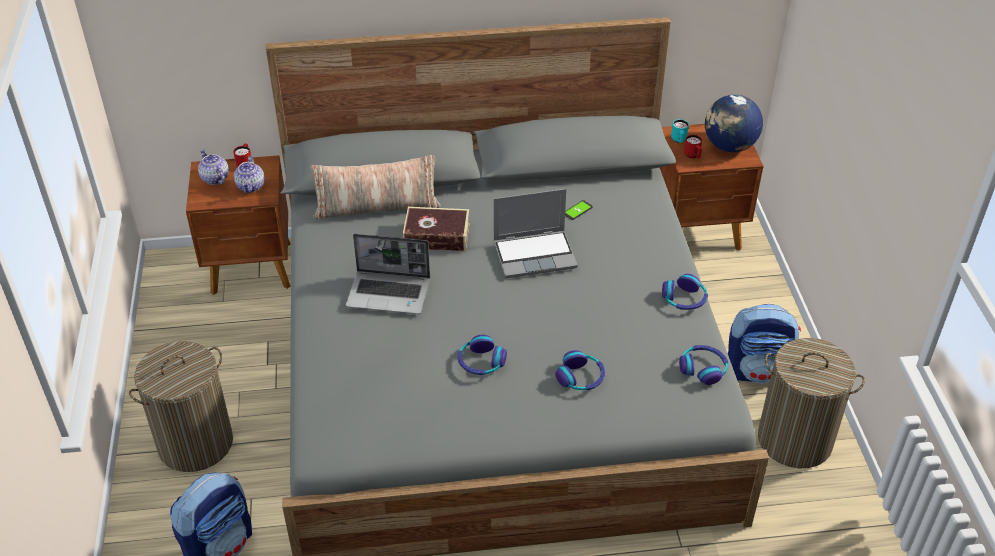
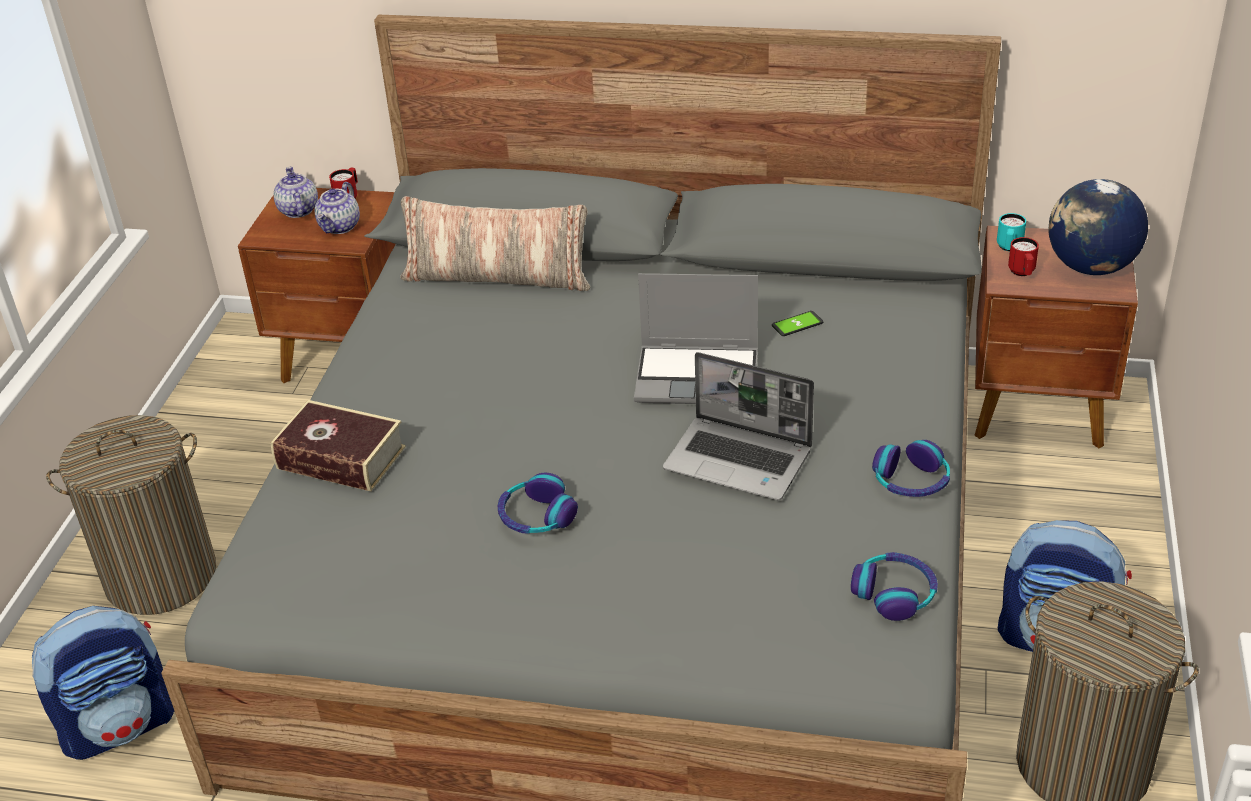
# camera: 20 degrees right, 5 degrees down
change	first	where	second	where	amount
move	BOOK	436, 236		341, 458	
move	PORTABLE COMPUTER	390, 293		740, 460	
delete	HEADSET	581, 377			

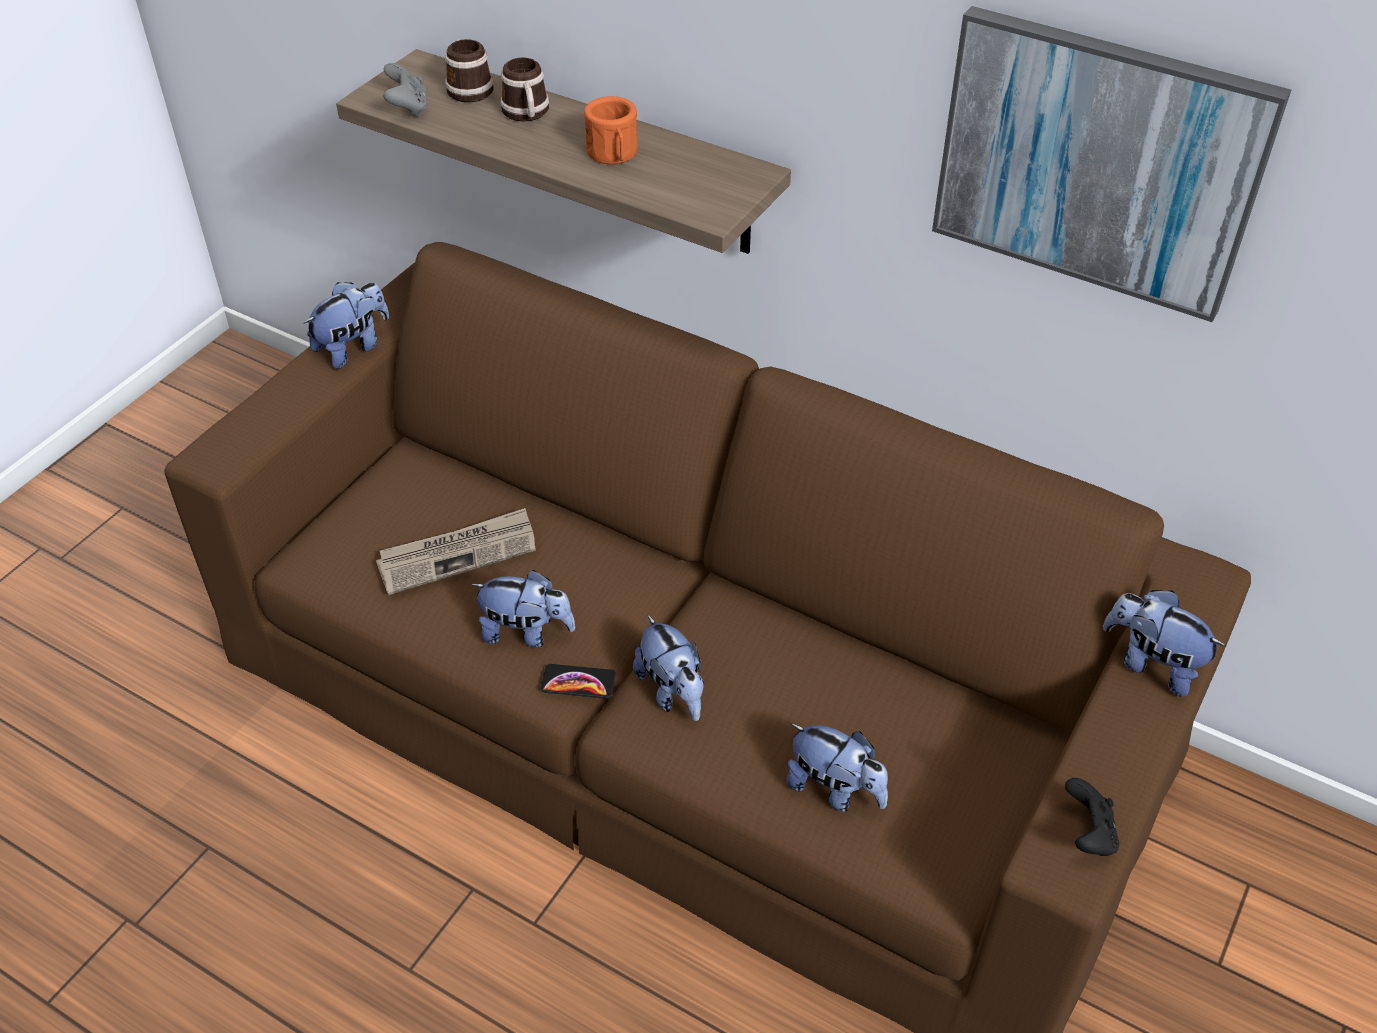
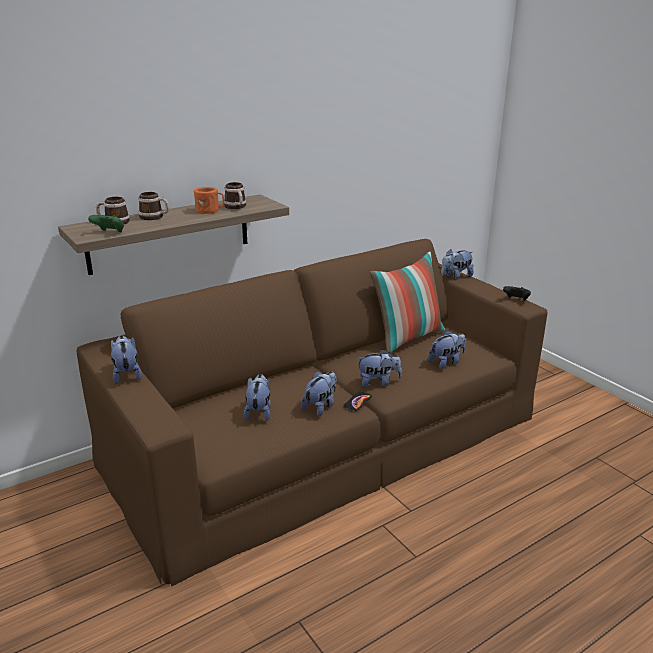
# camera: 65 degrees left, 20 degrees down
change	first	where	second	where	amount
delete	WALL PICTURE	1097, 162			
recolor	GREY GAMEPAD	408, 108	GREEN-COLOURED GAMEPAD	109, 233	
replace	PRINTED PAPER	458, 554	SOFT TOY	259, 412	
insert			MUG	236, 207	
insert			THROW PILLOW	407, 338	

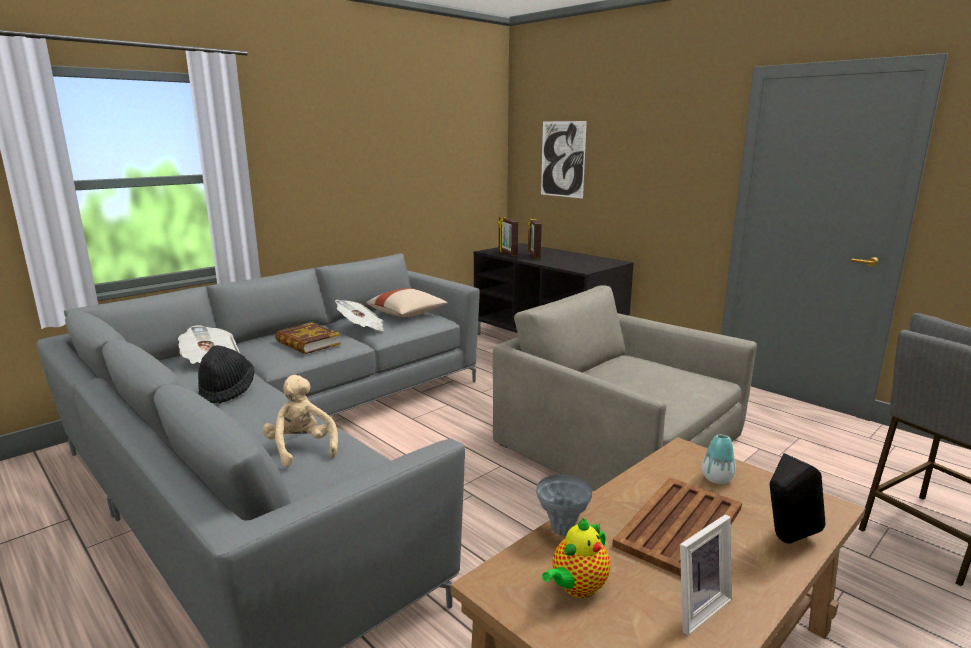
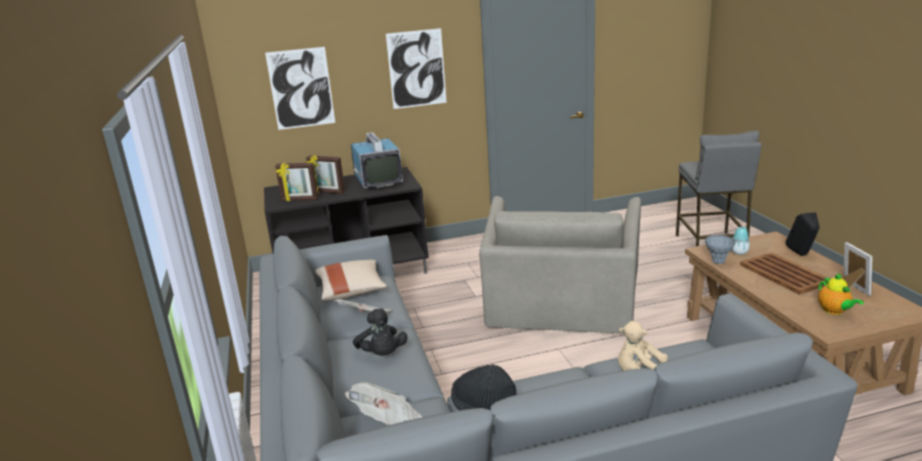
# camera: 60 degrees left, 5 degrees up
change	first	where	second	where	amount
rotate	GREY EASY CHAIR	617, 444		561, 296	60 degrees counterclockwise
replace	BOOK	307, 343	BLACK SOFT TOY	382, 354	
move	GREY DECORATIVE VASE	562, 529		718, 262	
insert			WALL PICTURE	416, 69	
insert			TELEVISION	378, 180	

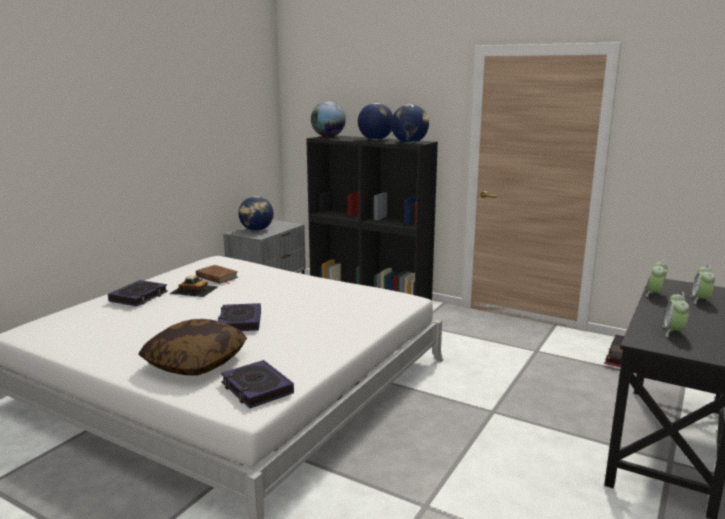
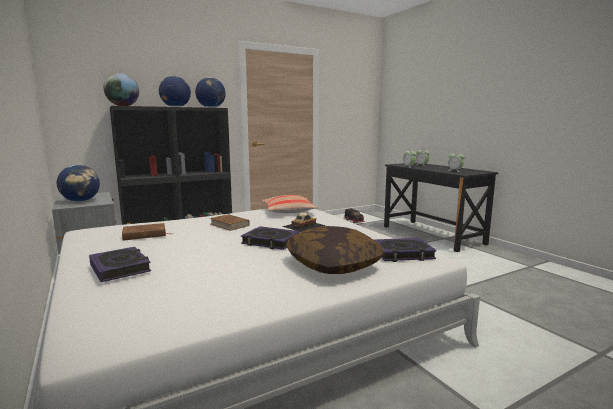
# camera: 60 degrees left, 5 degrees down
change	first	where	second	where	amount
move	MINIATURE CAR	194, 289		303, 226	
insert			THROW PILLOW	288, 211	
insert			BROWNISH BOOK	229, 225	

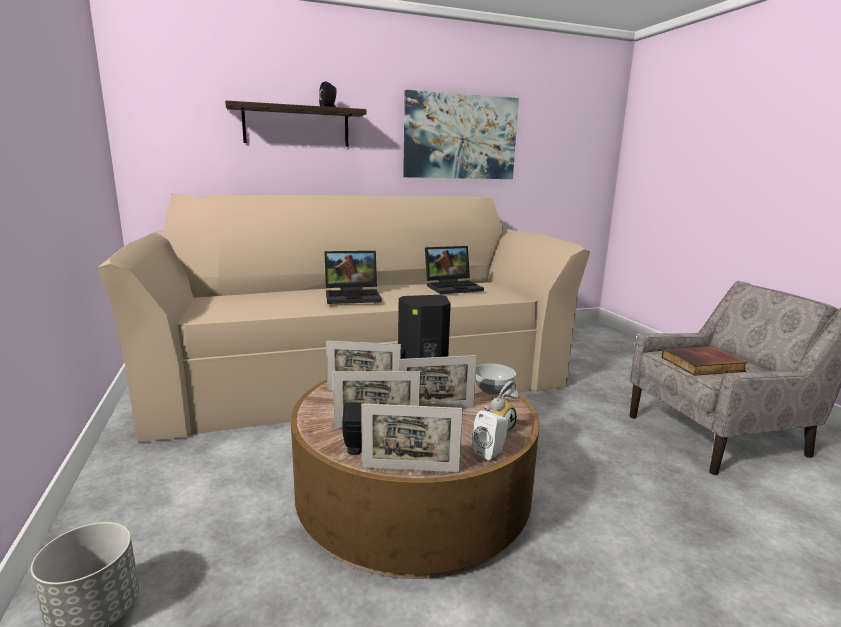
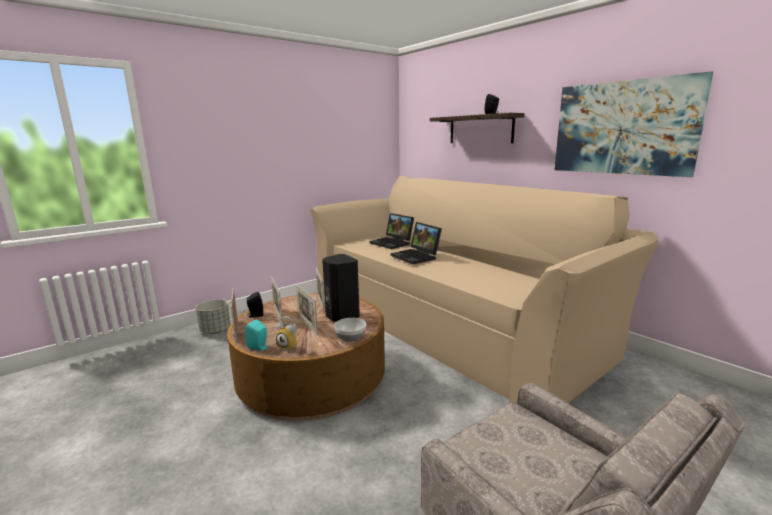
# camera: 70 degrees right, 0 degrees up
change	first	where	second	where	amount
move	PORTABLE COMPUTER	453, 287		393, 243	
delete	BOOK	702, 365			
recolor	WHITE-COLOURED LOUDSPEAKER	491, 452	BLUE-GREEN LOUDSPEAKER	259, 347	

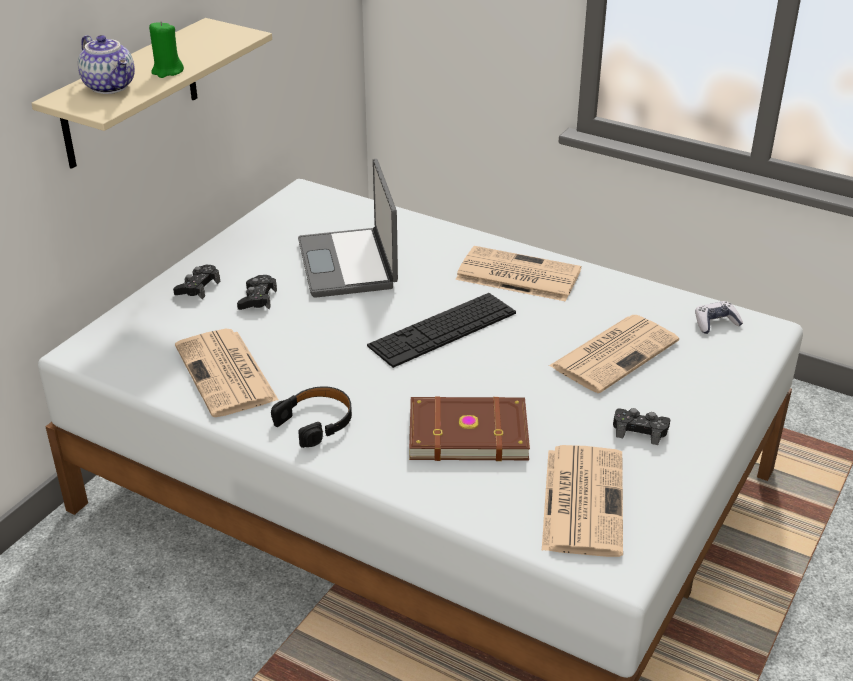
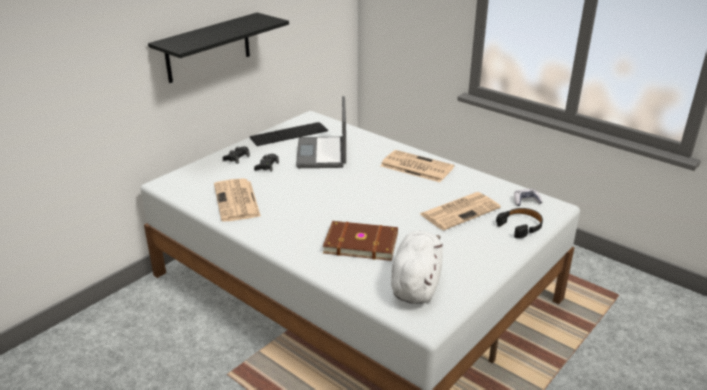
# camera: 10 degrees right, 5 degrees down
change	first	where	second	where	amount
recolor	BEIGE-COLOURED WALL SHELF	130, 94	BLACK WALL SHELF	208, 48	
delete	GREEN-COLOURED CANDLE	167, 71			
delete	TEA POT	111, 86			
move	PC KEYBOARD	443, 329		289, 134	
move	BLACK HEADSET	316, 422		521, 226	
delete	BLACK GAMEPAD	640, 430			
replace	PRINTED PAPER	582, 499	WHITE-COLOURED SOFT TOY	416, 284	

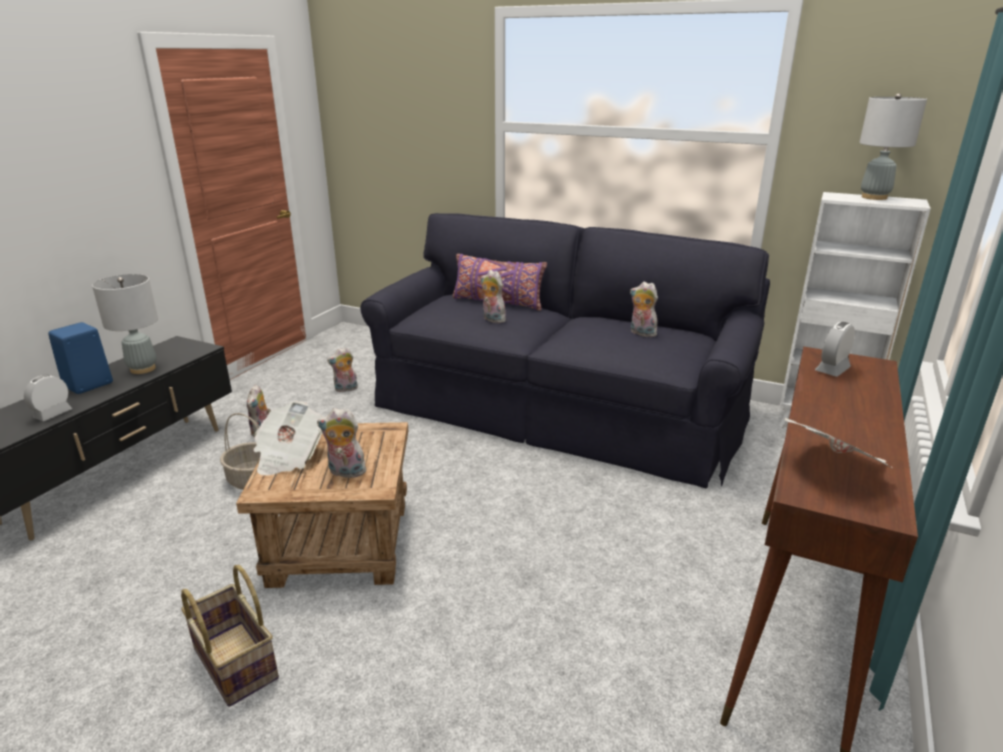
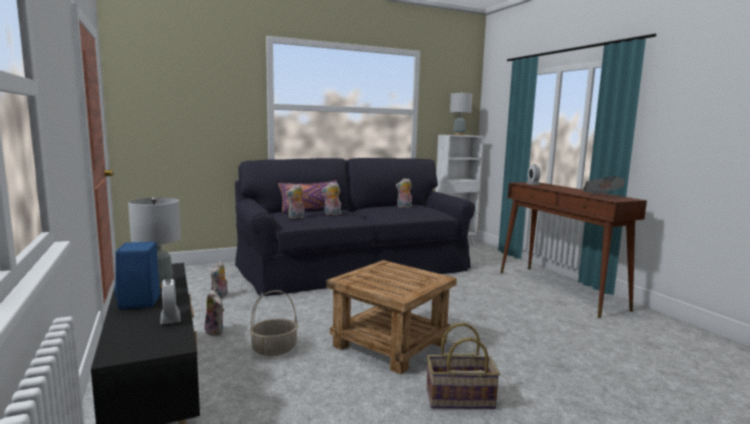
# camera: 50 degrees left, 15 degrees down
change	first	where	second	where	amount
delete	PRINTED PAPER	289, 456			
move	SOFT TOY	345, 472		296, 218	

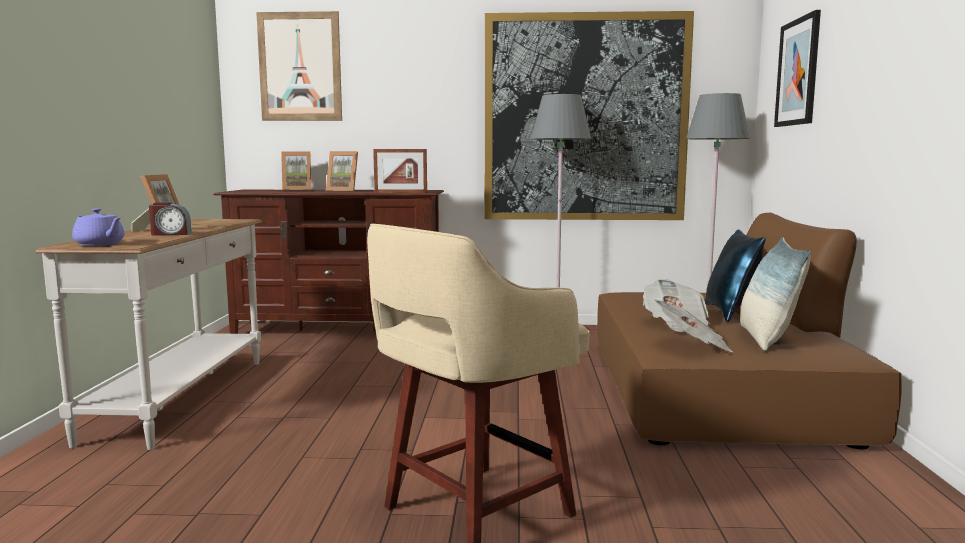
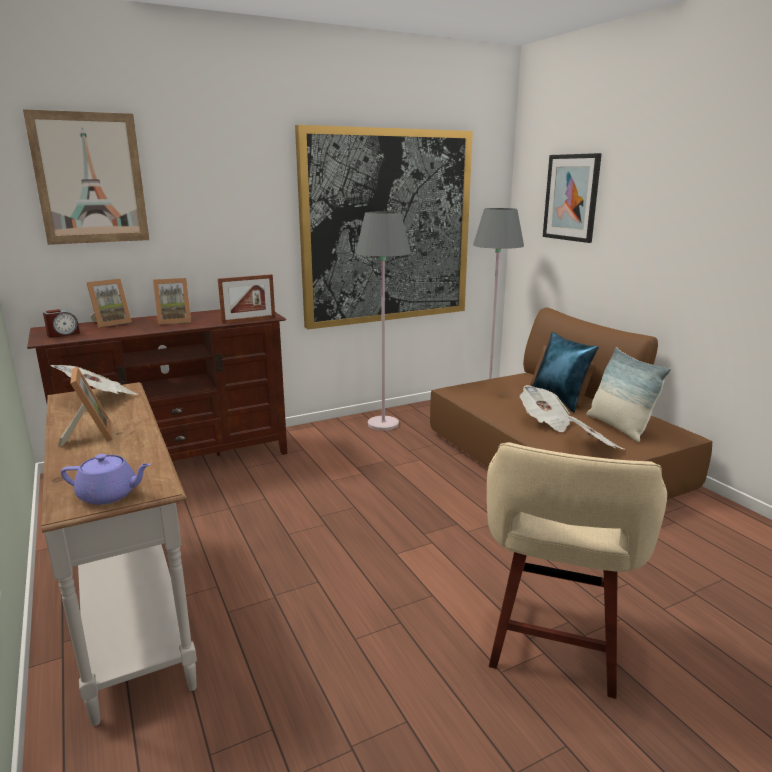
# camera: 30 degrees left, 10 degrees up
change	first	where	second	where	amount
move	ALARM CLOCK	171, 234		63, 334	
insert			PRINTED PAPER	99, 398	

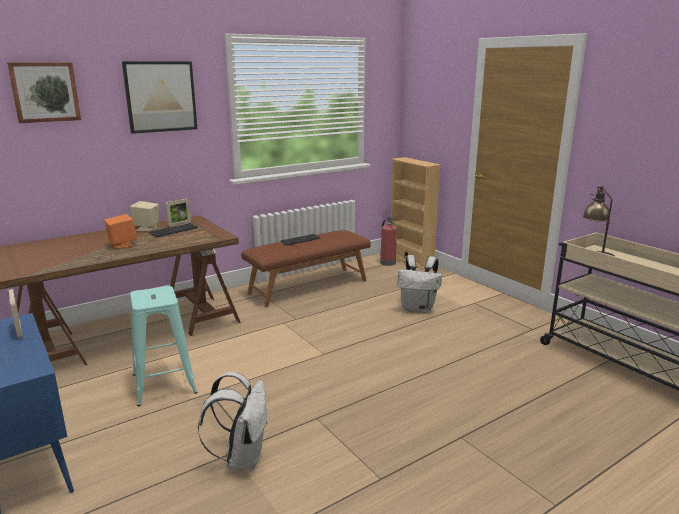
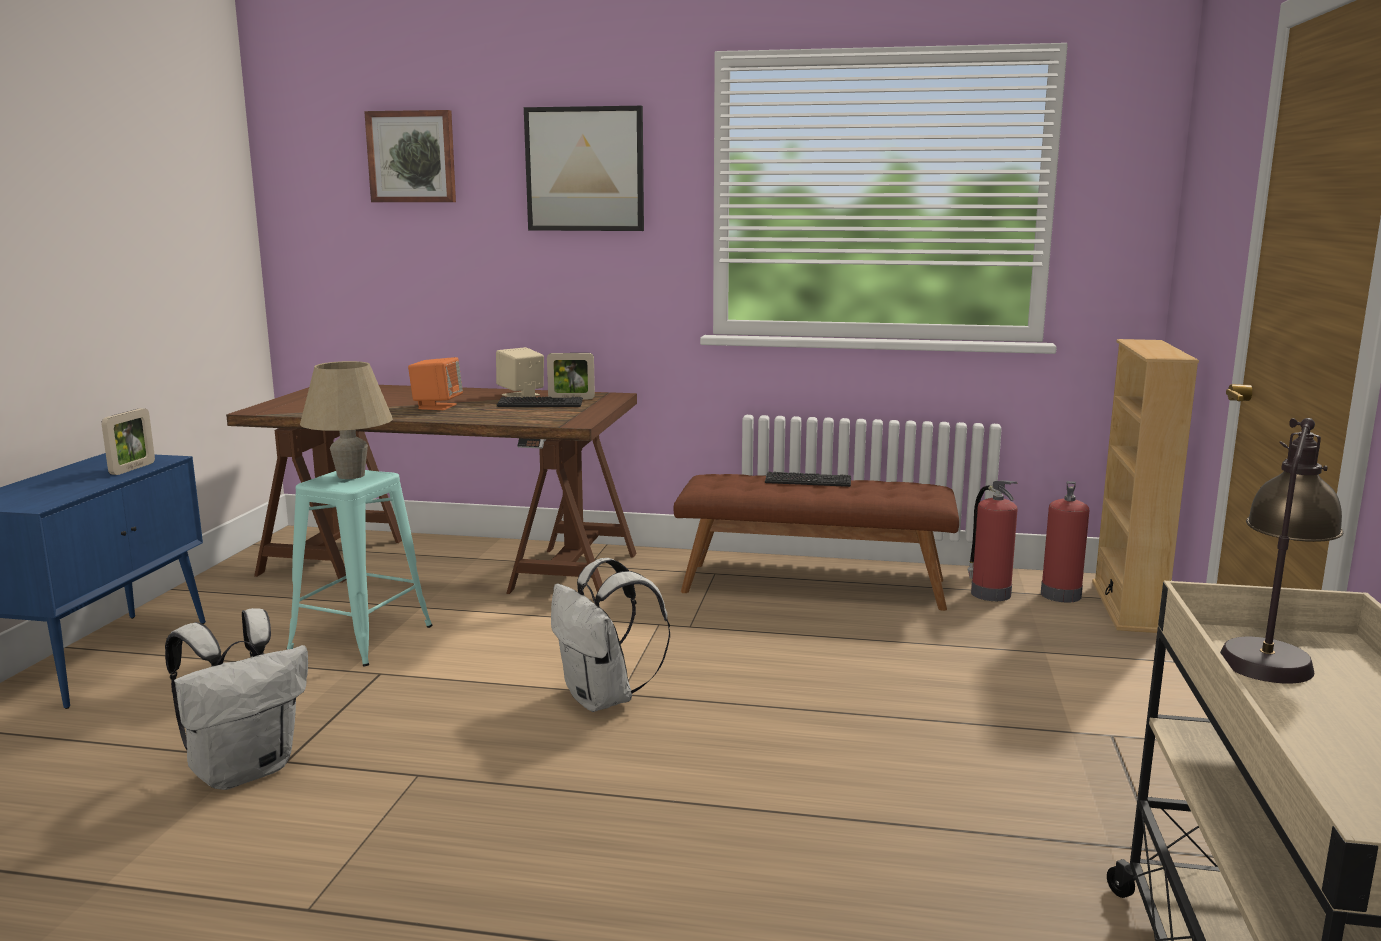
# camera: 45 degrees right, 5 degrees down
change	first	where	second	where	amount
move	WHITE-COLOURED BACKPACK	418, 308		604, 699	
insert			BEIGE-COLOURED TABLE LAMP	351, 475	
insert			FIRE-FIGHTING CYLINDER	989, 593	

